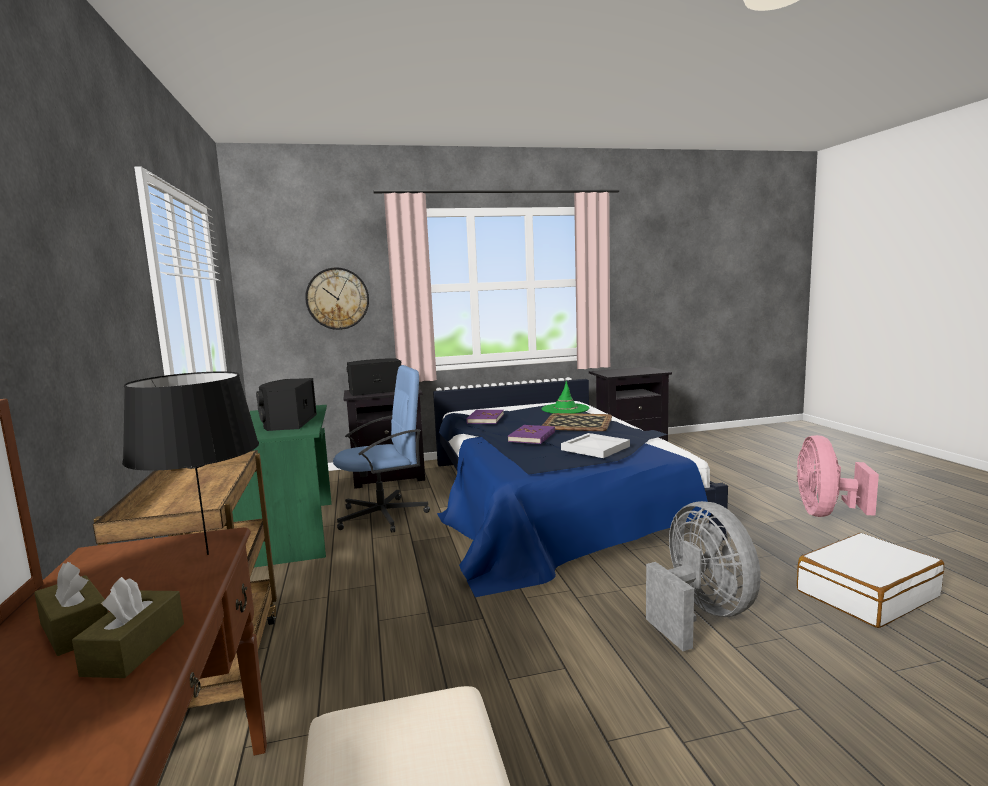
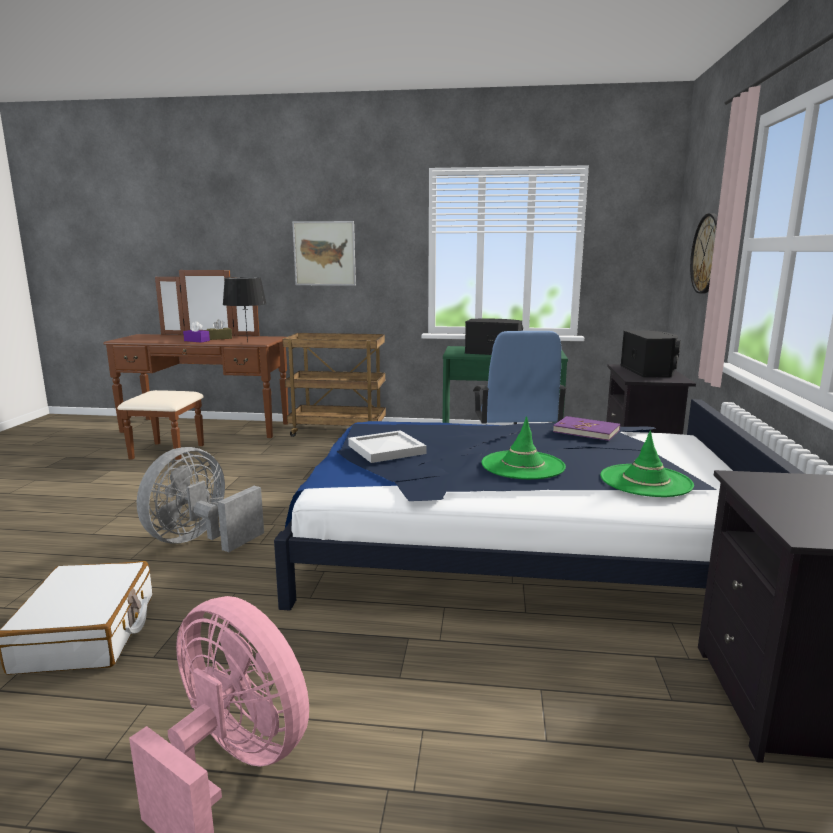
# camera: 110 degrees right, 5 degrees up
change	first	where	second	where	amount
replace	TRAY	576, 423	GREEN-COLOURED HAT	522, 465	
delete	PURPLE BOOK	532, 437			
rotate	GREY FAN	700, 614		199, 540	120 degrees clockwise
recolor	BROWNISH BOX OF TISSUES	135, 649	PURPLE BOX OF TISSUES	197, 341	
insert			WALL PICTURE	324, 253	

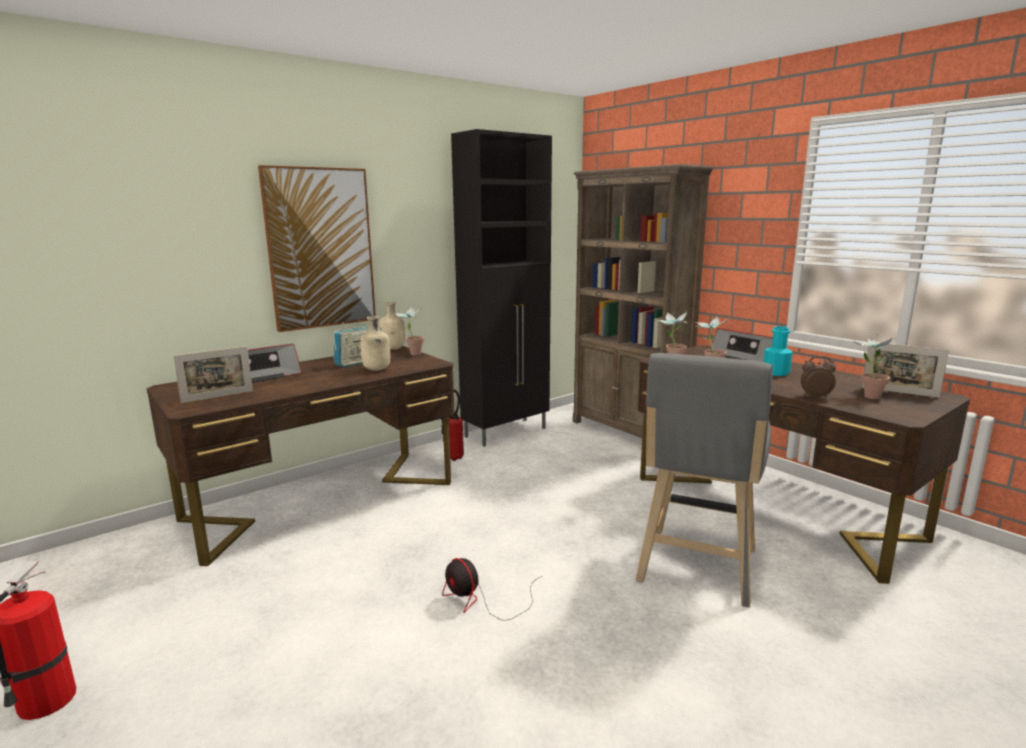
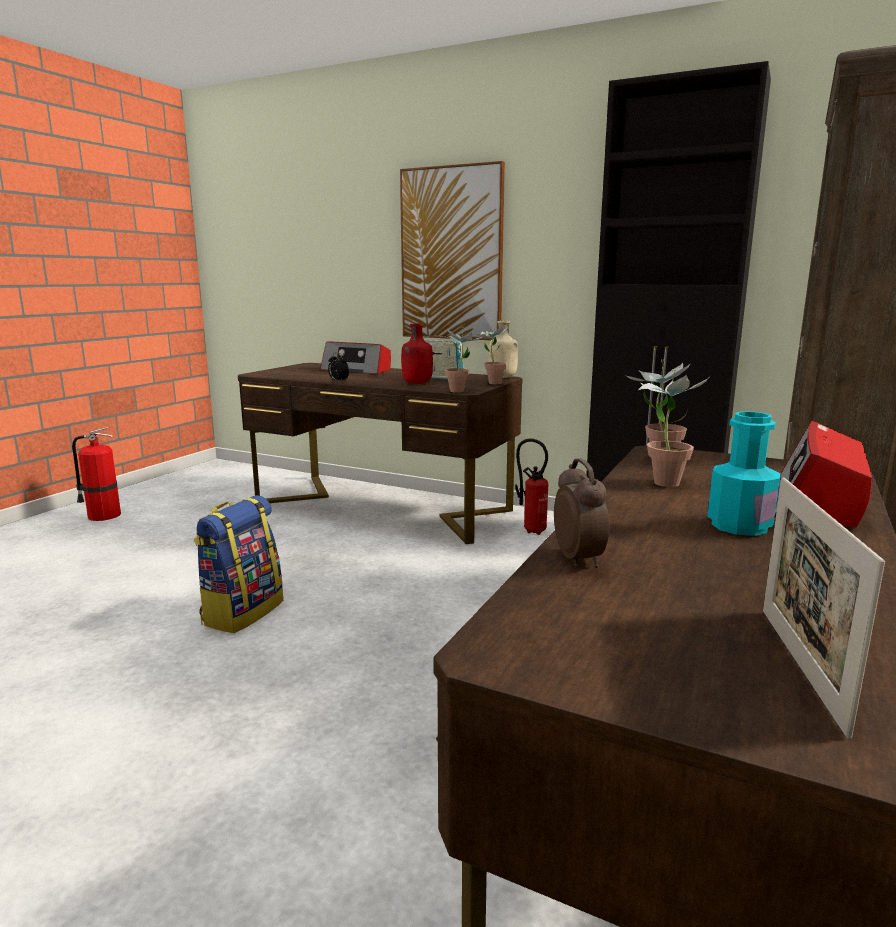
# camera: 65 degrees right, 0 degrees up
change	first	where	second	where	amount
recolor	BEIGE-COLOURED DRINK BOTTLE	376, 369	RED DRINK BOTTLE	416, 383	
move	PLANT IN A POT	868, 395		461, 391	
delete	PICTURE FRAME	218, 397			
delete	GREY STOOL SEAT	696, 569			
replace	FAN	482, 601	BACKPACK	242, 612	
insert			ALARM CLOCK	338, 381	

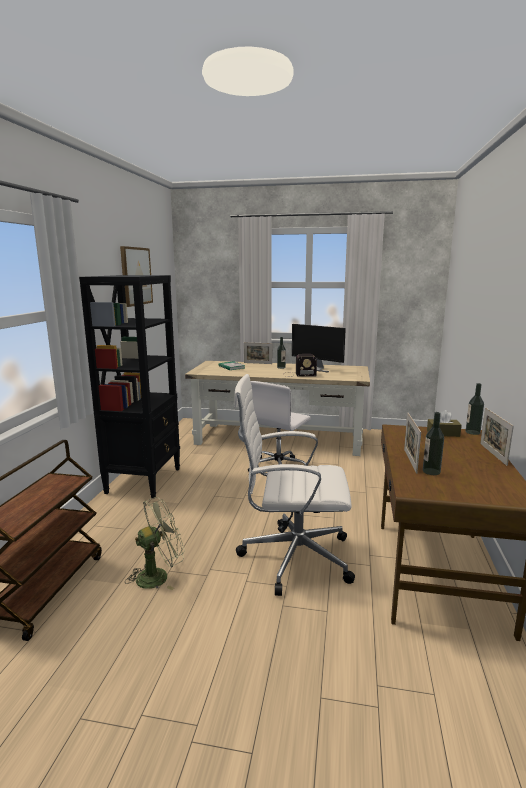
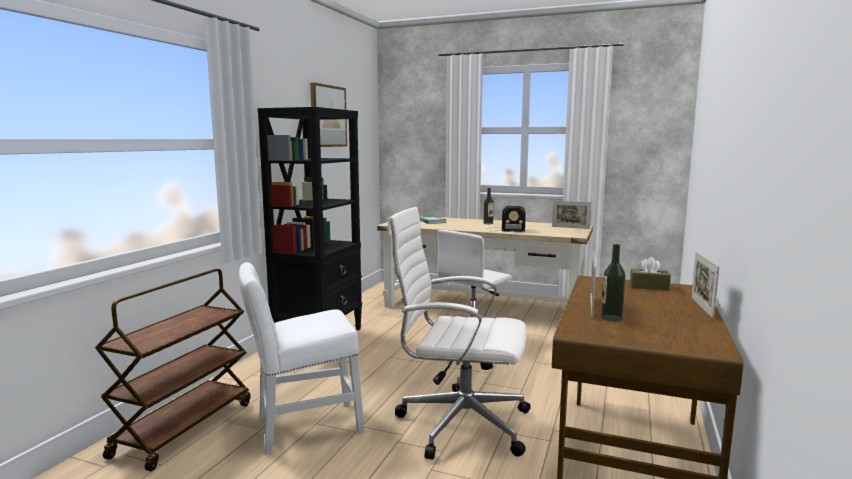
# camera: 10 degrees right, 5 degrees down
change	first	where	second	where	amount
delete	COMPUTER SCREEN	317, 369			
move	PICTURE FRAME	258, 363		570, 227	
delete	DRINK BOTTLE	472, 432			
replace	GREEN-COLOURED FAN	158, 575	WHITE-COLOURED UPRIGHT CHAIR	303, 426	

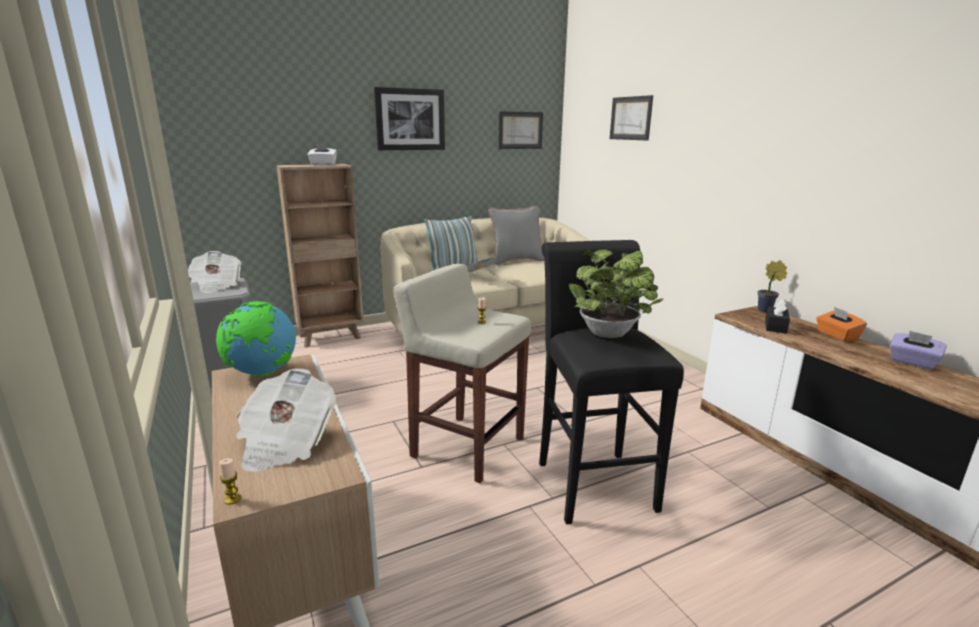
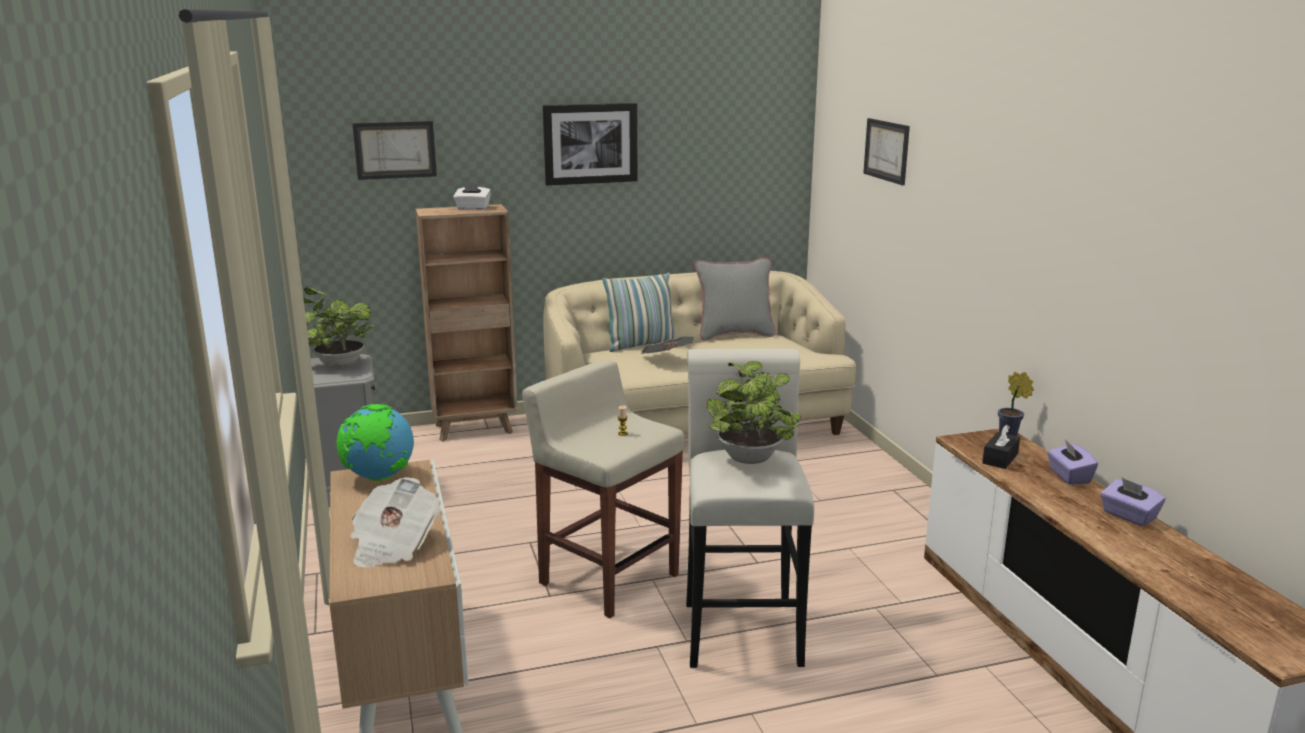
# camera: 10 degrees right, 0 degrees up
change	first	where	second	where	amount
move	WALL PICTURE	520, 130		395, 150	
recolor	BLACK STOOL SEAT	592, 480	WHITE-COLOURED STOOL SEAT	740, 627	
replace	PRINTED PAPER	216, 285	PLANT IN A POT	337, 364	
recolor	ORANGEY BOX OF TISSUES	837, 336	PURPLE BOX OF TISSUES	1068, 476	
delete	CANDLE	233, 499			

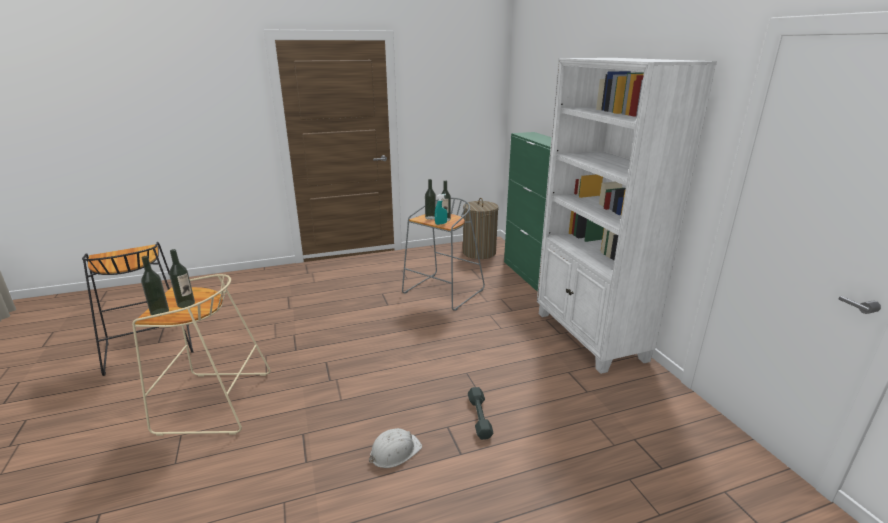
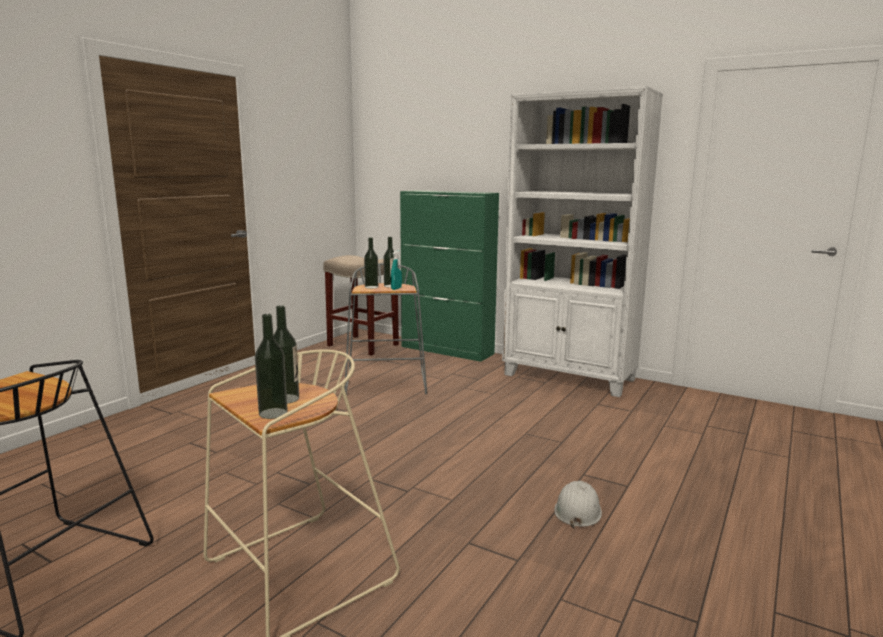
# camera: 40 degrees left, 10 degrees down
change	first	where	second	where	amount
replace	HAMPER	479, 252	BEIGE-COLOURED STOOL SEAT	362, 345	
delete	GREY FREE WEIGHT	480, 417			

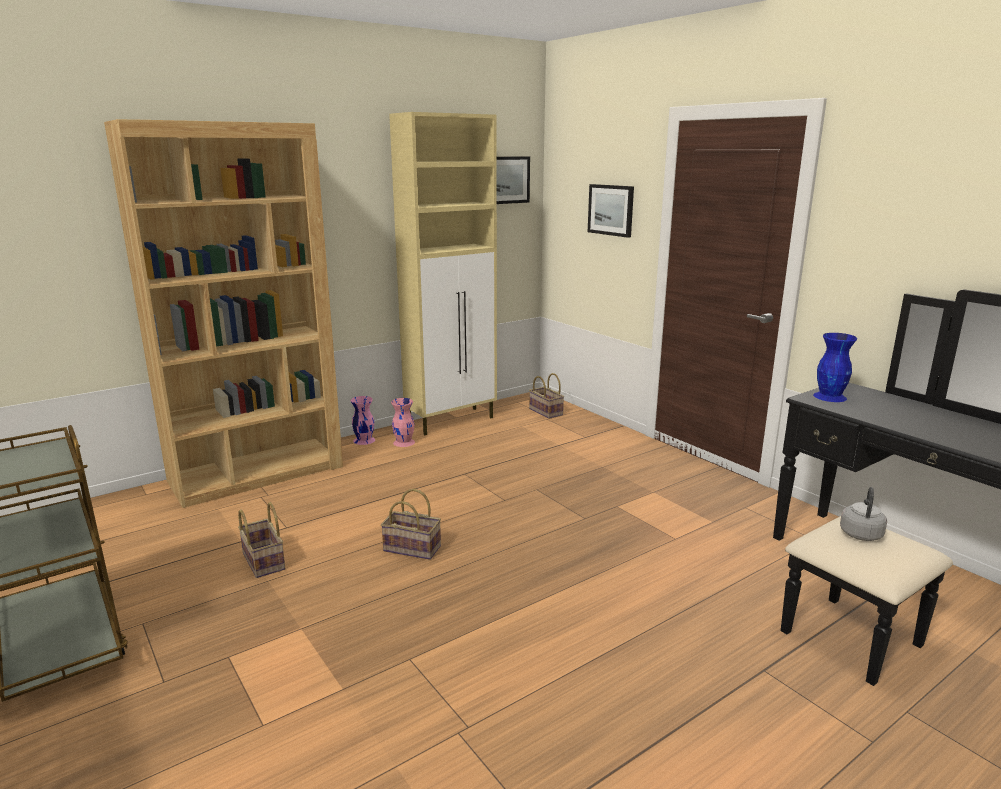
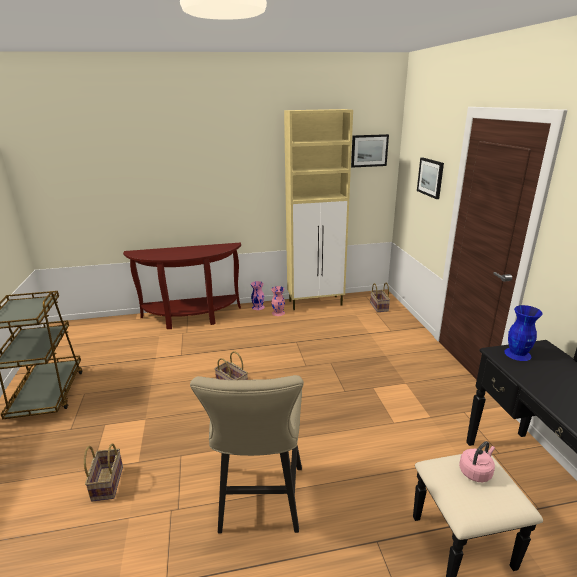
# camera: 25 degrees right, 5 degrees up
change	first	where	second	where	amount
replace	BROWNISH BOOKSHELF	257, 474	BROWNISH HALL TABLE	191, 318	
recolor	GREY WATER KETTLE	861, 533	PINK-COLOURED WATER KETTLE	476, 472	
move	HOUSEHOLD BASKET	262, 561		107, 482	
insert			BEIGE-COLOURED STOOL SEAT	260, 504	

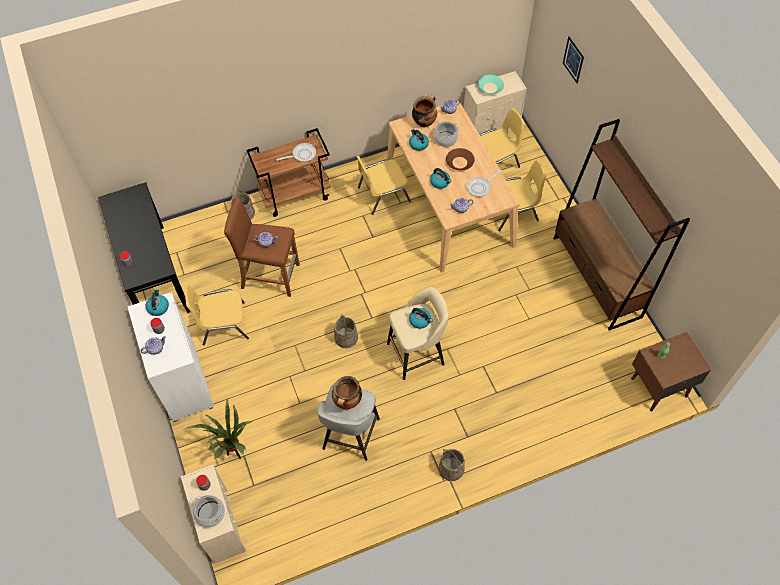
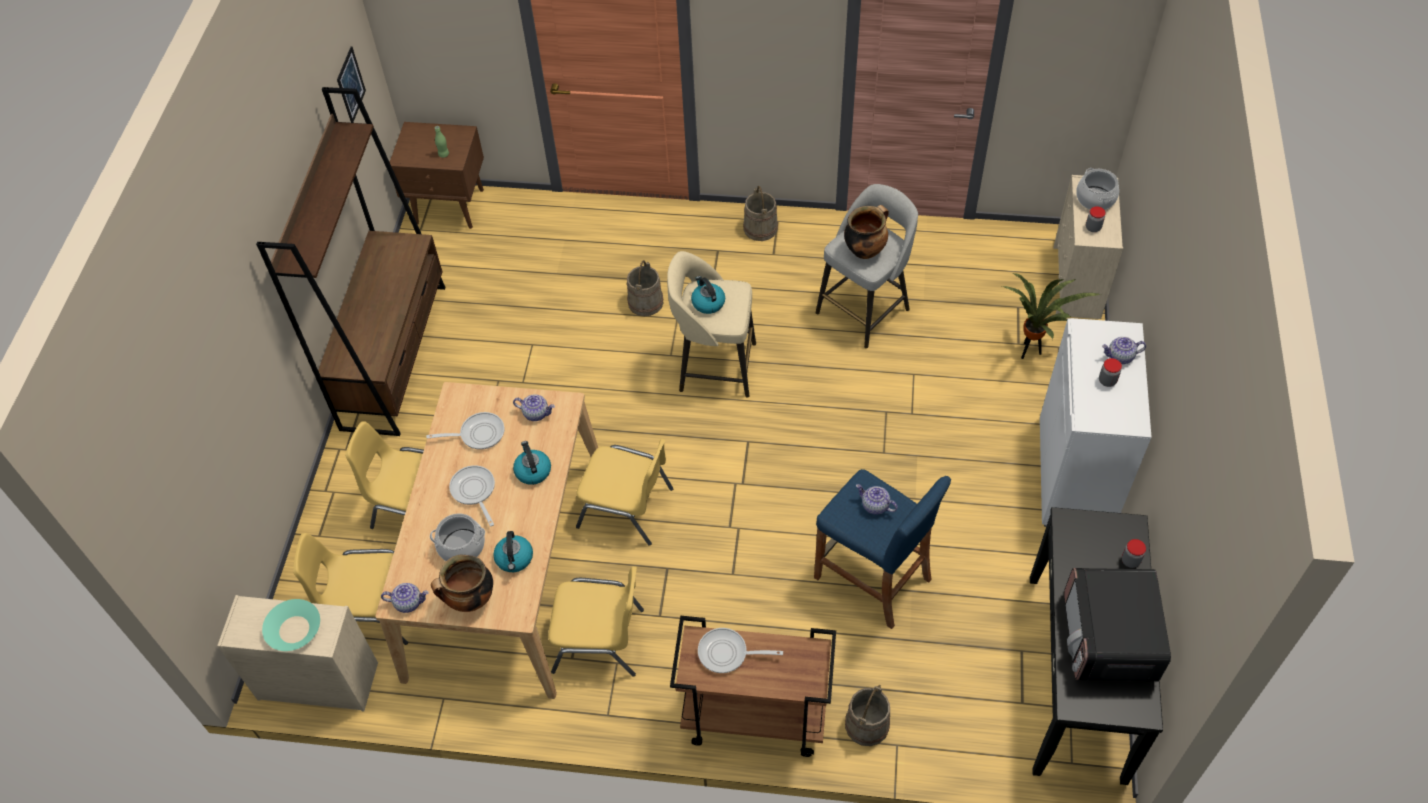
# camera: 150 degrees left, 5 degrees down
change	first	where	second	where	amount
move	WALL PICTURE	573, 60		351, 85	
replace	BROWNISH BOWL	459, 162	PAN	474, 491	
recolor	BROWNISH STOOL SEAT	270, 276	BLUISH STOOL SEAT	872, 578	
move	YELLOWISH UPRIGHT CHAIR	223, 324		627, 508	
delete	WATER KETTLE	158, 307			
move	BEIGE-COLOURED PAIL	346, 337		646, 302	
insert			MICROWAVE OVEN	1109, 639	

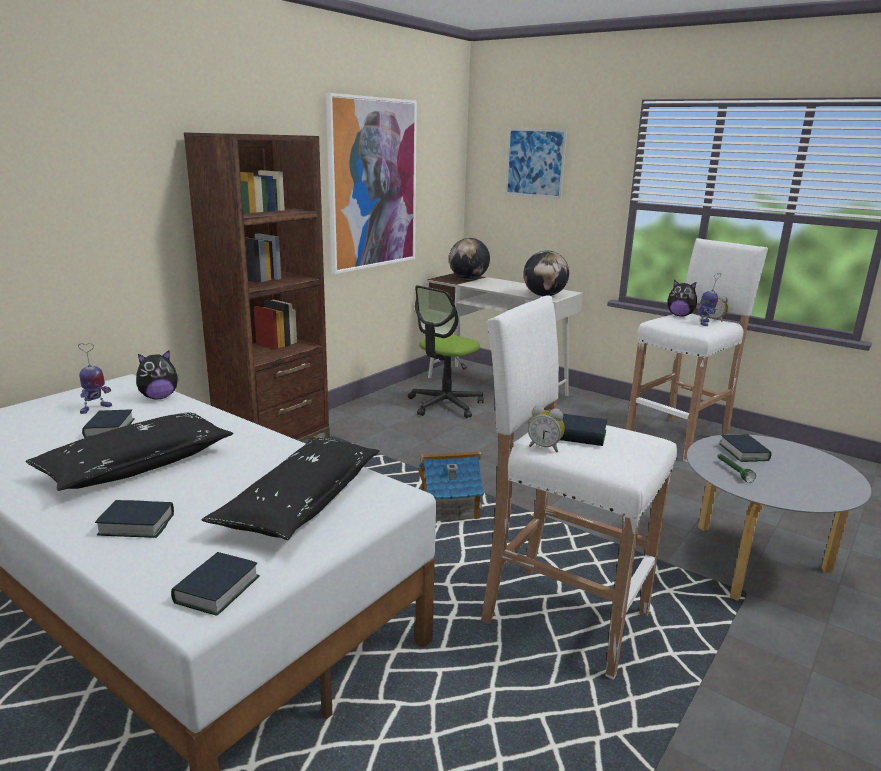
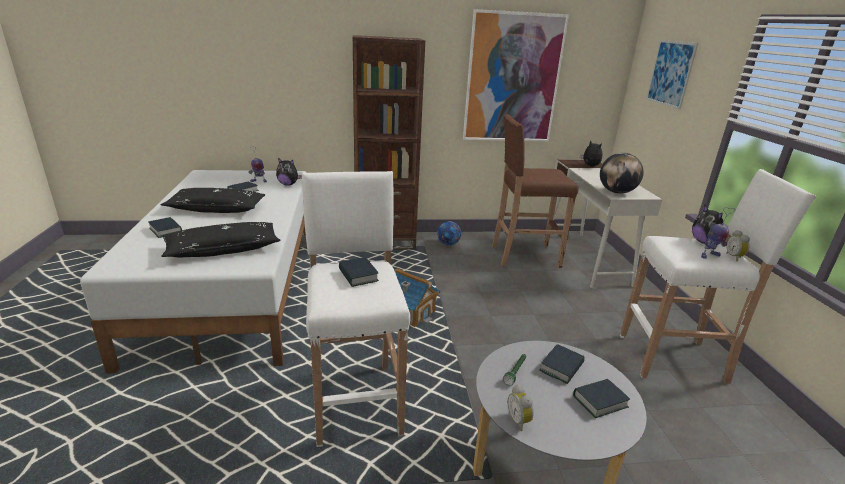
# camera: 45 degrees right, 5 degrees up
change	first	where	second	where	amount
replace	GLOBE	468, 279	SOFT TOY	589, 166	
replace	OFFICE CHAIR	445, 405	BROWNISH STOOL SEAT	523, 256	
move	ALARM CLOCK	545, 447		519, 421	
move	BOOK	217, 590		599, 401	
insert			FOOTBALL BALL	448, 244	

